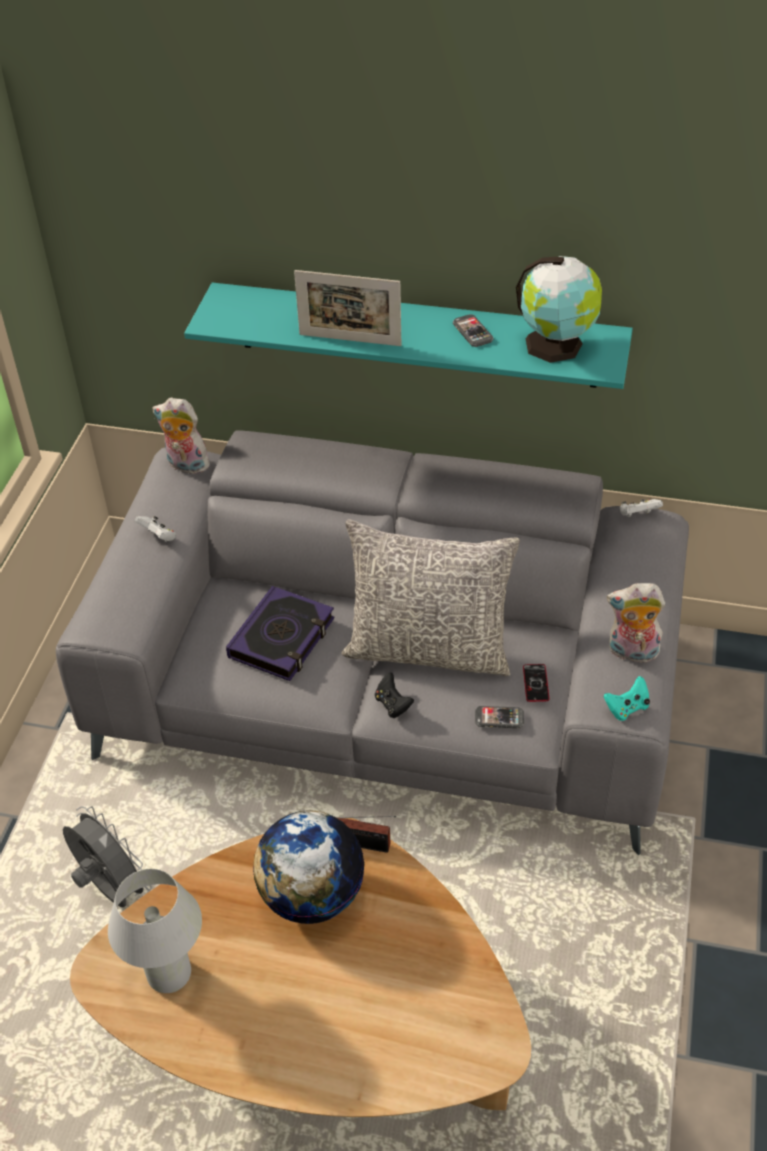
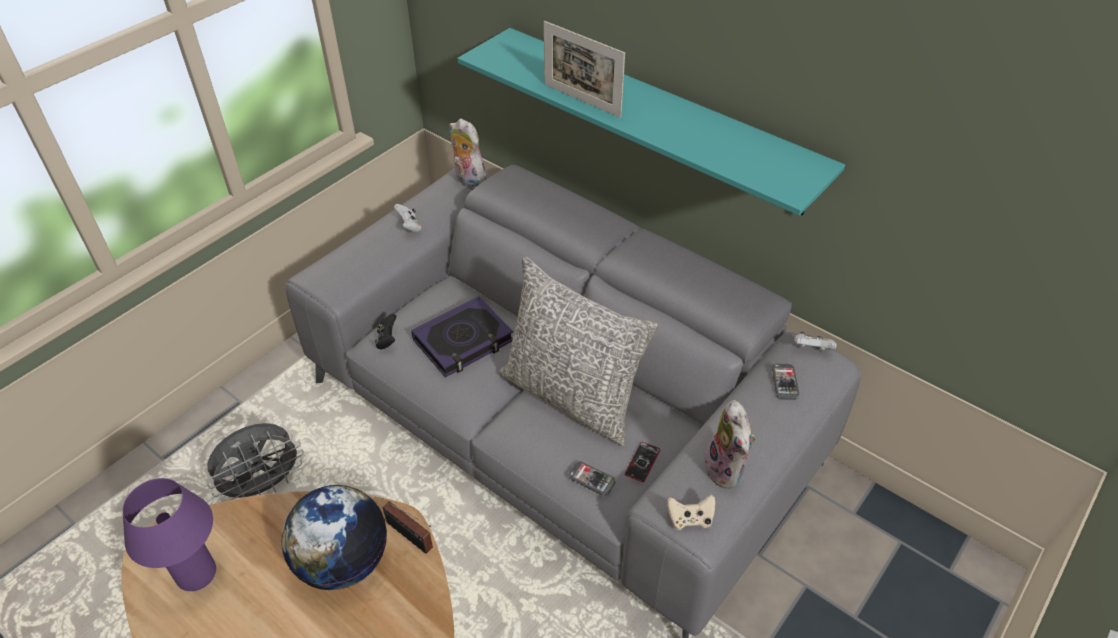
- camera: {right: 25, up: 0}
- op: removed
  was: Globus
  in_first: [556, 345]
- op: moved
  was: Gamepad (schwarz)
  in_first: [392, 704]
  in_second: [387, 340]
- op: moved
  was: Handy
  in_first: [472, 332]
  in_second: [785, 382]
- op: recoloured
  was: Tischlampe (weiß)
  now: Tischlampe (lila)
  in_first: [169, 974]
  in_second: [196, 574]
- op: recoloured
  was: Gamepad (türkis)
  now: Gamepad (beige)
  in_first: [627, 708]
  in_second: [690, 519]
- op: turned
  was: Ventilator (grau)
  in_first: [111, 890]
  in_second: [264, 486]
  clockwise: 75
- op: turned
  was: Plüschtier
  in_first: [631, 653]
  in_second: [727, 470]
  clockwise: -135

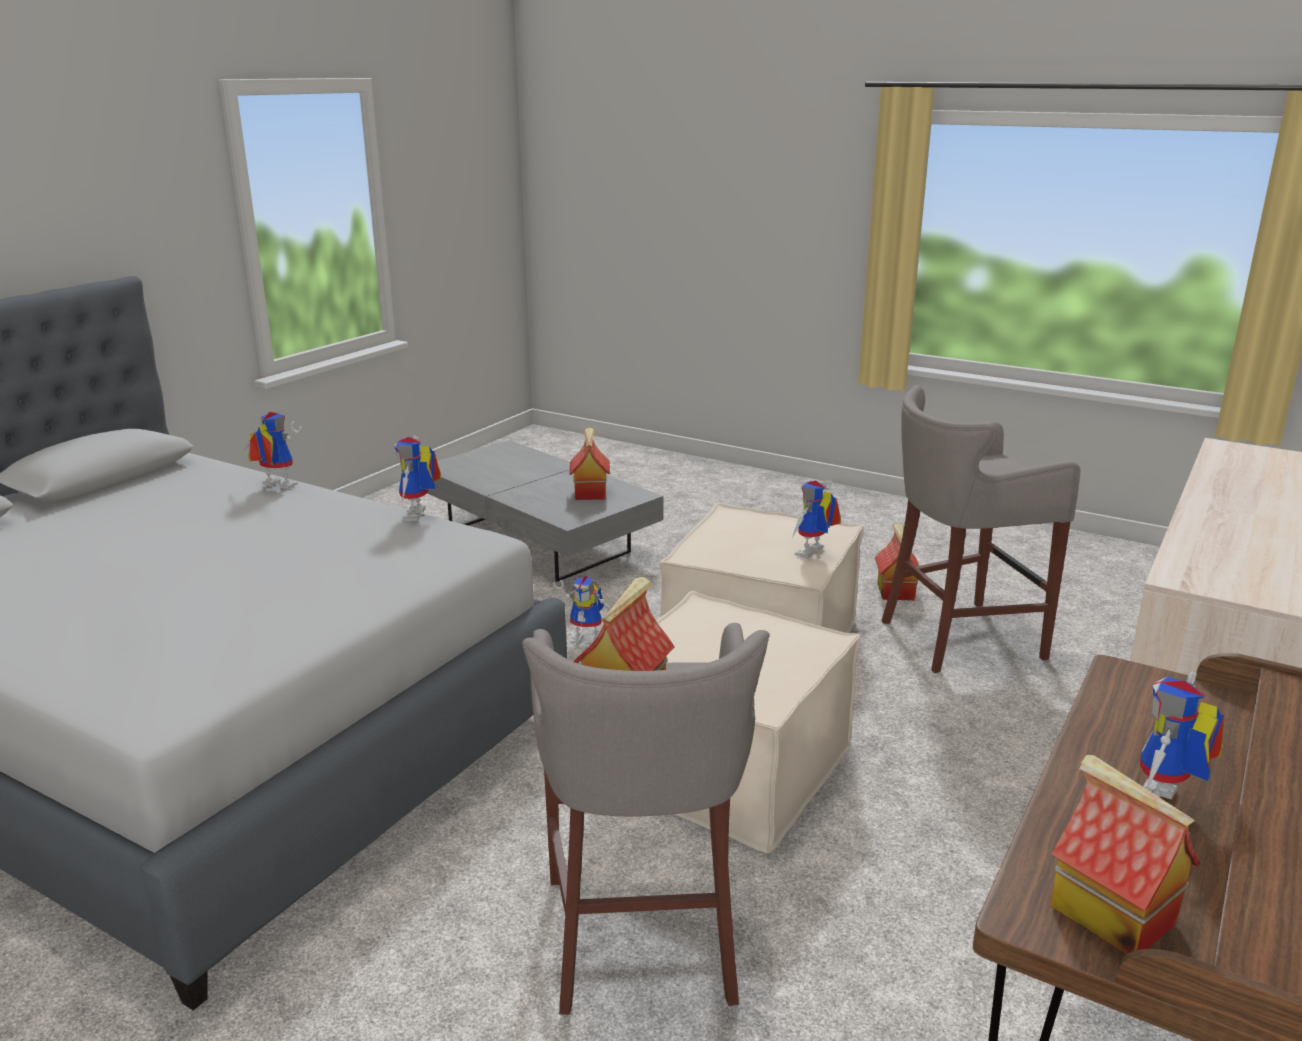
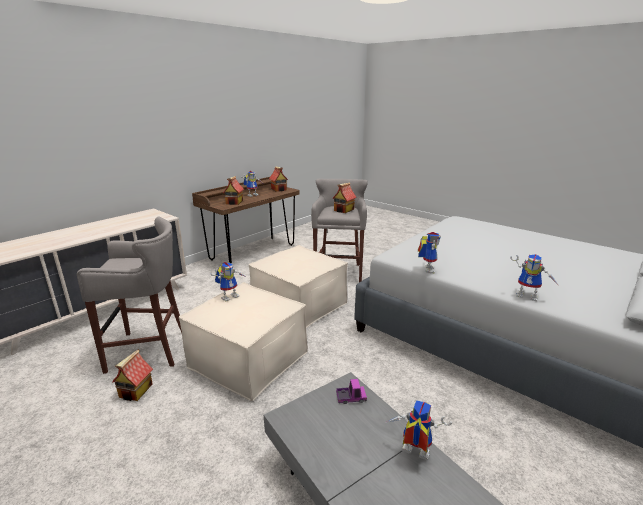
- camera: {right: -170, up: 0}
- op: added
  now: Spielzeuglaster
  in_second: [351, 398]
- op: moved
  was: Spielzeugroboter
  in_first: [590, 639]
  in_second: [412, 454]
- op: moved
  was: Spielzeughaus
  in_first: [589, 492]
  in_second: [234, 202]

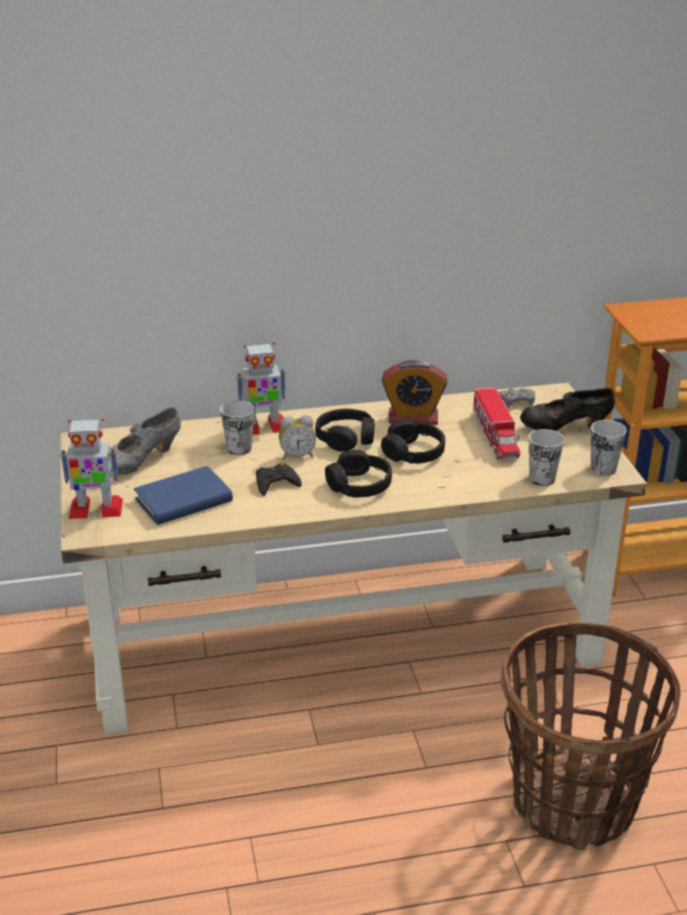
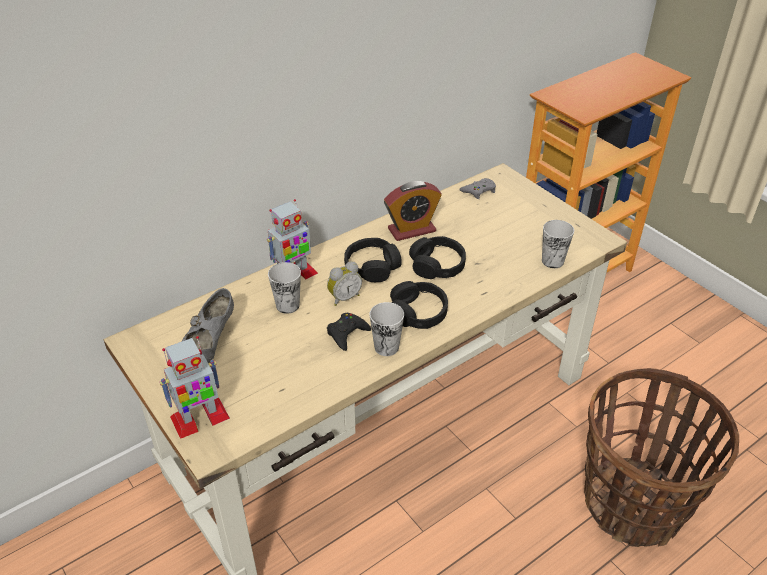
- camera: {right: -25, up: 10}
- op: removed
  was: Buch (blau)
  in_first: [183, 500]
- op: removed
  was: Spielzeuglaster
  in_first: [495, 436]
- op: removed
  was: Schuh (schwarz)
  in_first: [564, 428]
- op: moved
  was: Tasse
  in_first: [603, 469]
  in_second: [386, 347]

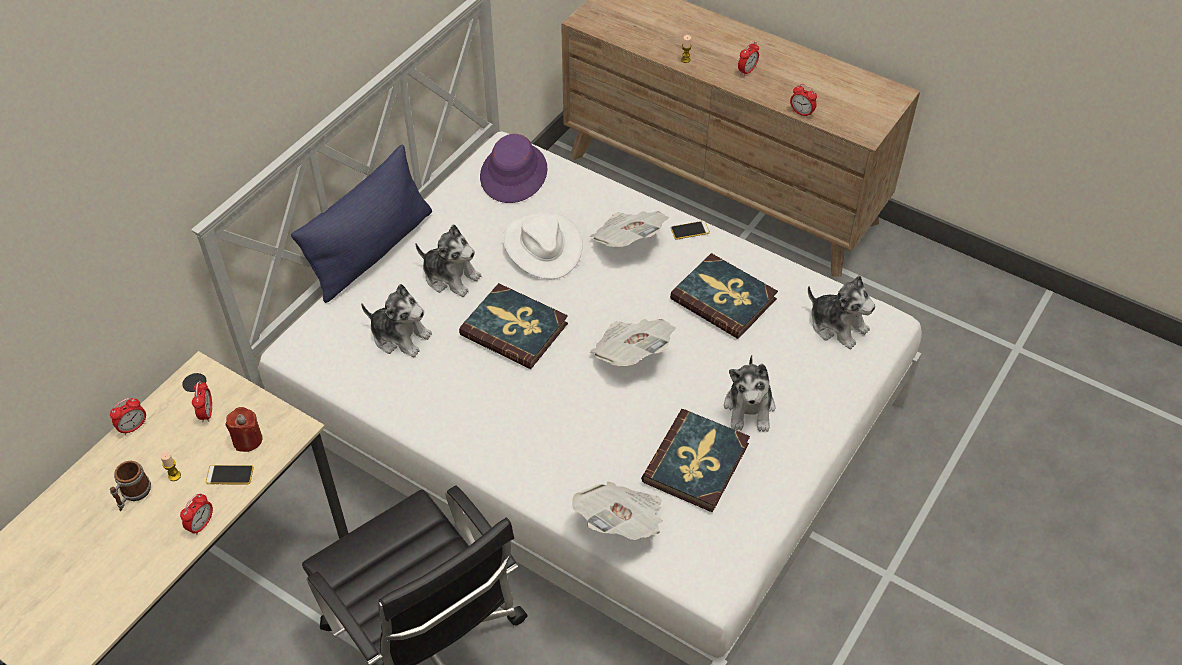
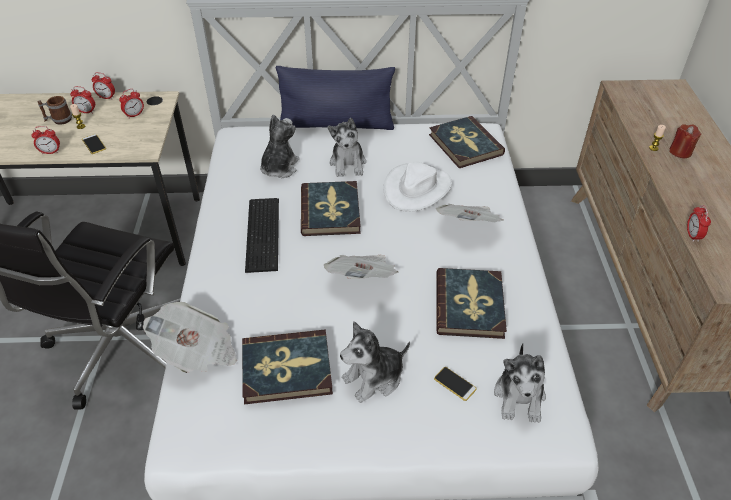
- camera: {right: 55, up: -5}
- op: added
  now: Tastatur
  in_second: [264, 233]
- op: moved
  was: Kerze (rot)
  in_first: [247, 440]
  in_second: [680, 152]
- op: moved
  was: Handy
  in_first: [690, 230]
  in_second: [455, 384]
- op: moved
  was: Wecker
  in_first: [747, 71]
  in_second: [87, 112]
- op: replaced
  was: Hut (lila)
  now: Buch
  in_first: [514, 174]
  in_second: [465, 144]
- op: turned
  was: Plüschtier
  in_first: [400, 336]
  in_second: [279, 167]
  clockwise: -150

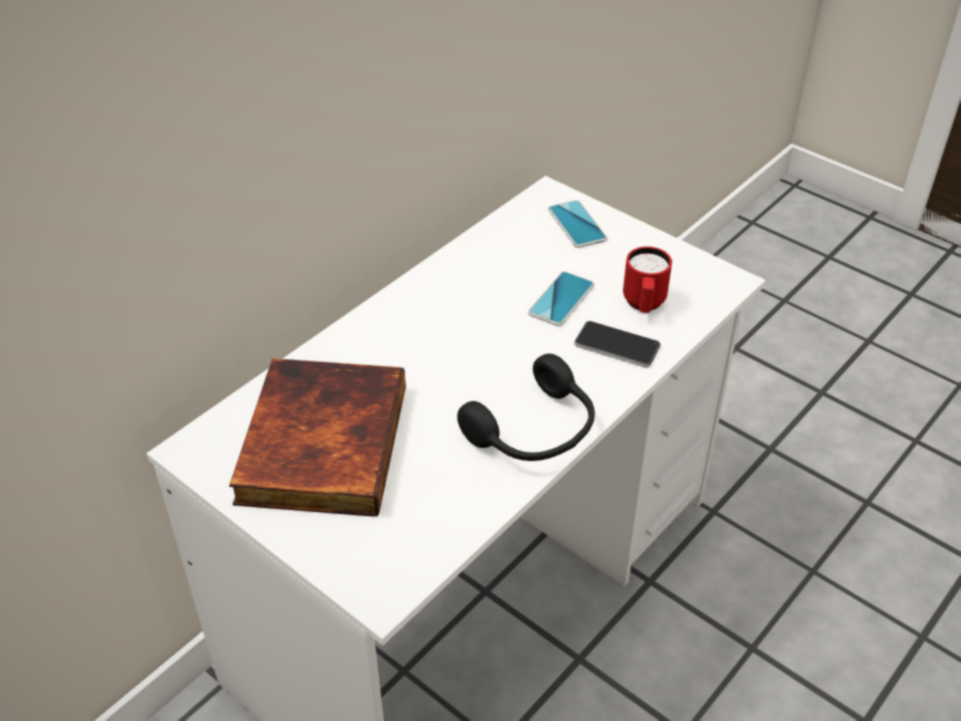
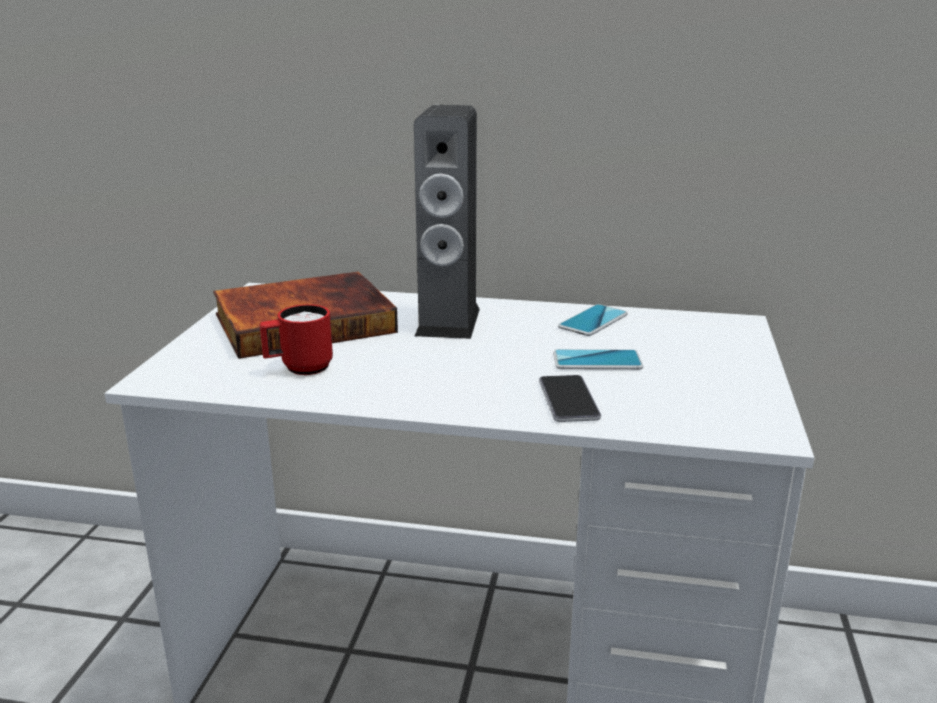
- camera: {right: 60, up: -20}
- op: removed
  was: Kopfhörer (schwarz)
  in_first: [535, 431]
- op: added
  now: Lautsprecher
  in_second: [448, 322]
- op: moved
  was: Handy
  in_first: [577, 225]
  in_second: [593, 321]
- op: moved
  was: Henkelbecher (rot)
  in_first: [644, 305]
  in_second: [299, 369]

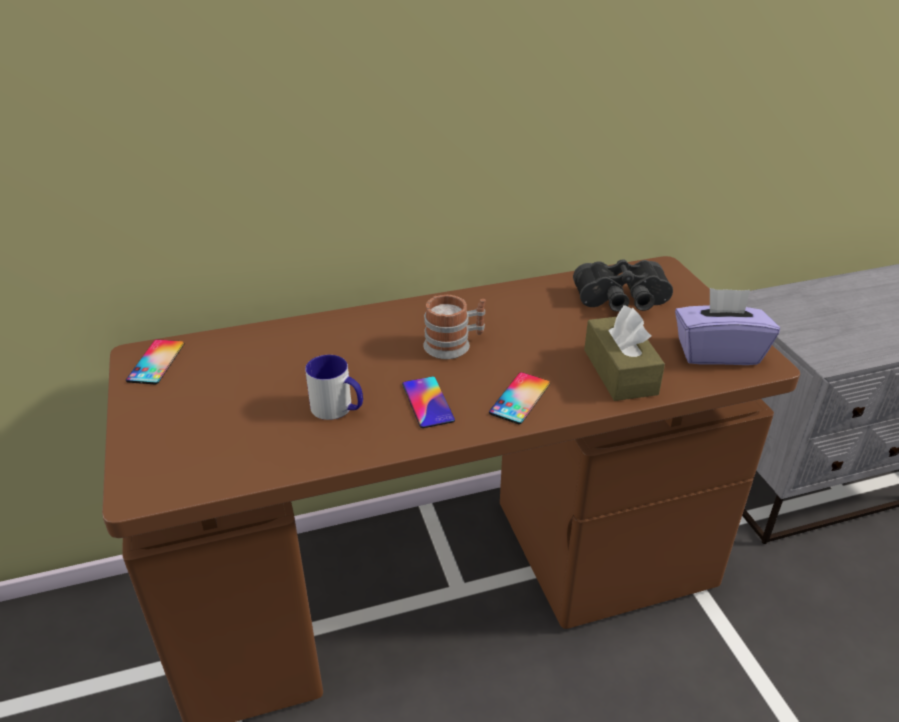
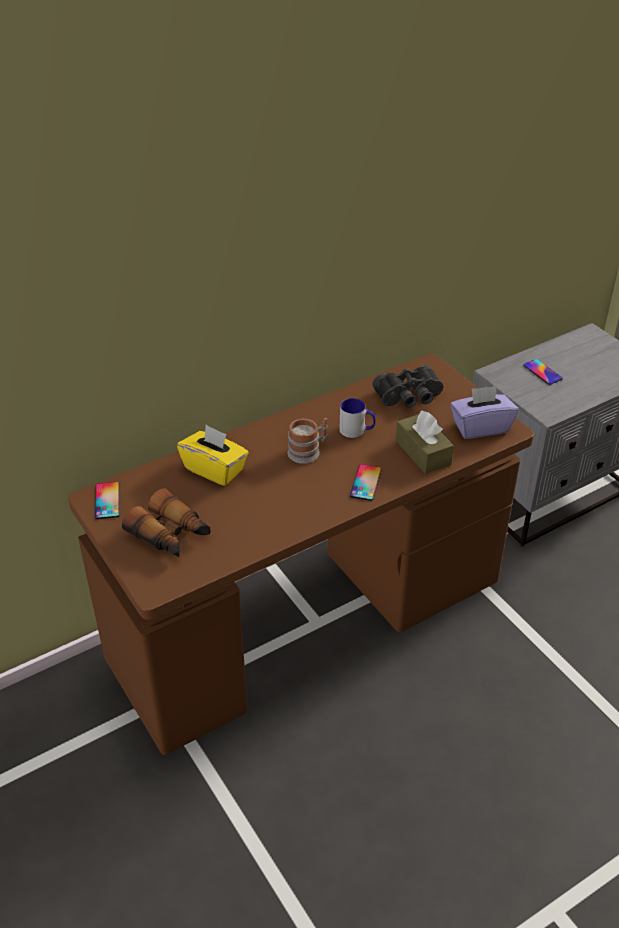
- camera: {right: -15, up: 5}
- op: added
  now: Fernglas
  in_second: [171, 535]
- op: added
  now: Taschentuchbox (gelb)
  in_second: [215, 469]
- op: moved
  was: Henkelbecher
  in_first: [338, 409]
  in_second: [357, 430]
- op: moved
  was: Handy
  in_first: [428, 402]
  in_second: [542, 372]

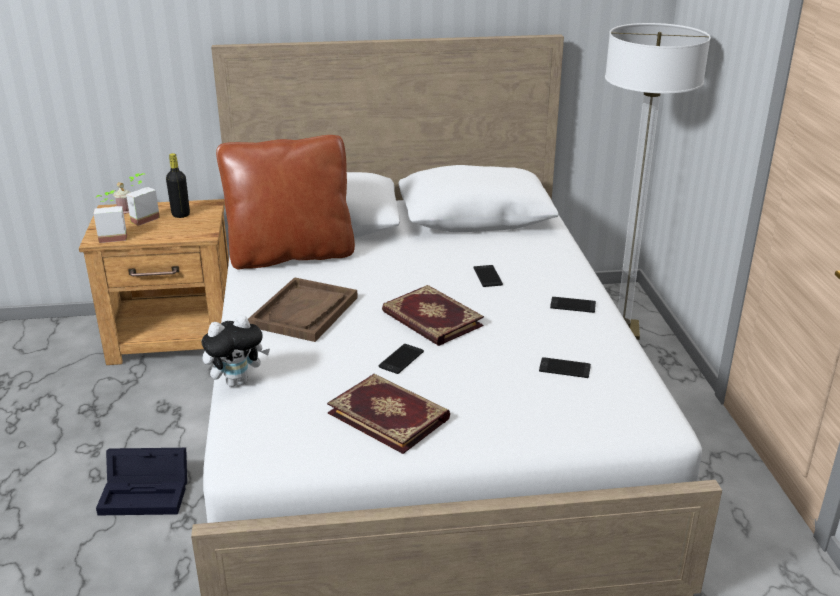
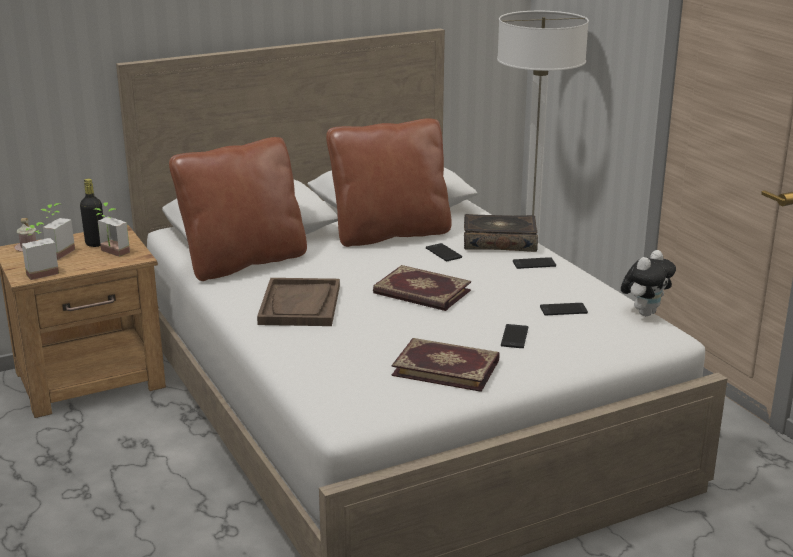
- camera: {right: -20, up: -5}
- op: removed
  was: Aufbewahrungsbox (schwarz)
  in_first: [148, 493]
- op: added
  now: Topfpflanze
  in_second: [111, 253]
- op: added
  now: Kissen (braun)
  in_second: [390, 234]
- op: added
  now: Buch
  in_second: [499, 242]
- op: moved
  was: Plüschtier
  in_first: [237, 381]
  in_second: [645, 312]
- op: moved
  was: Handy
  in_first: [401, 359]
  in_second: [514, 337]

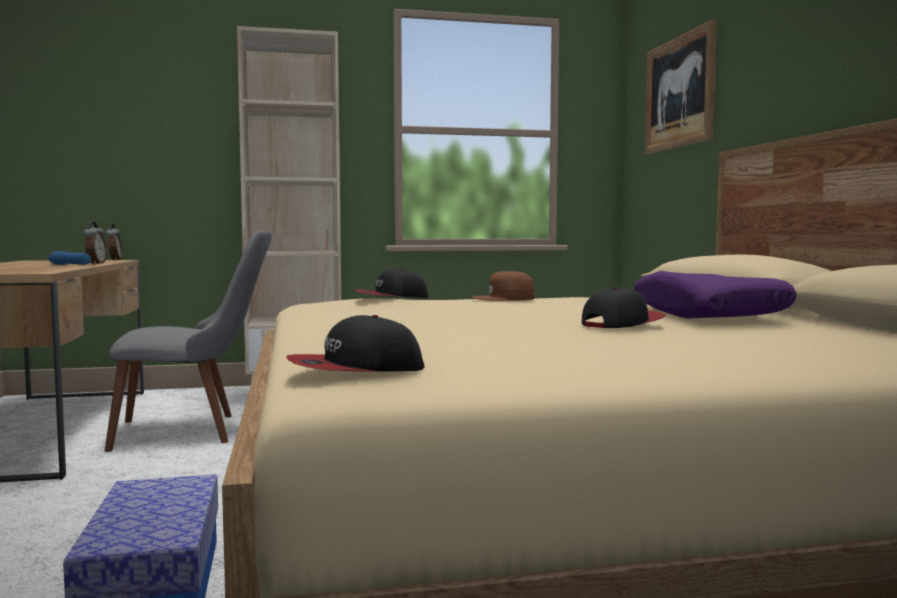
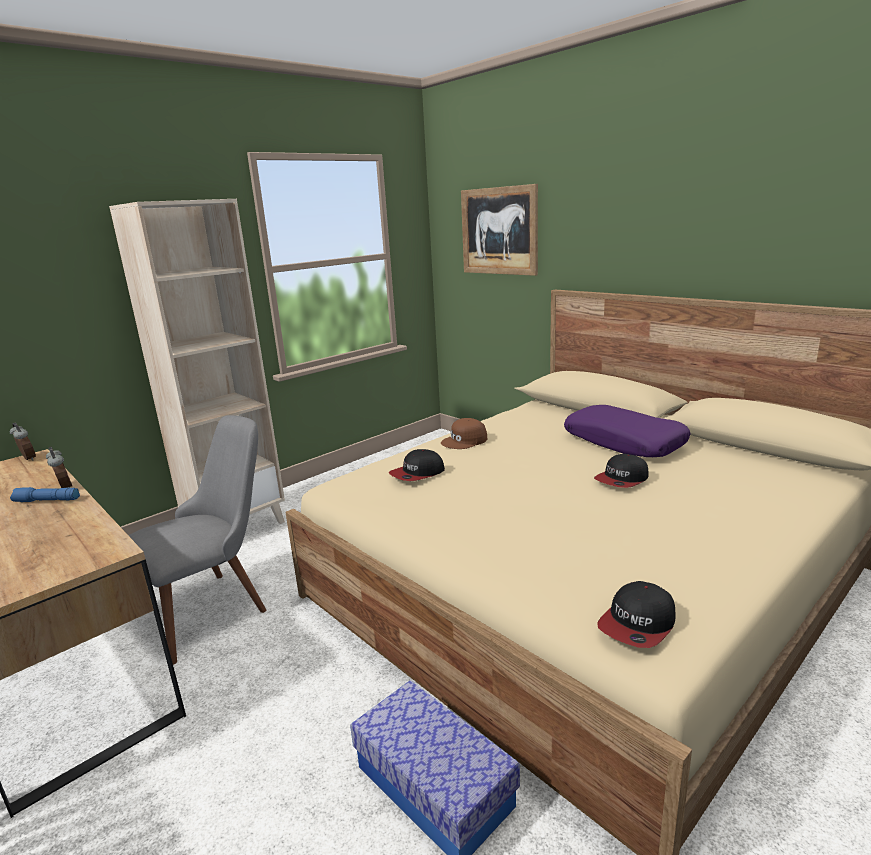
- camera: {right: -30, up: 15}
- op: turned
  was: Kappe
  in_first: [622, 323]
  in_second: [622, 479]
  clockwise: -150

